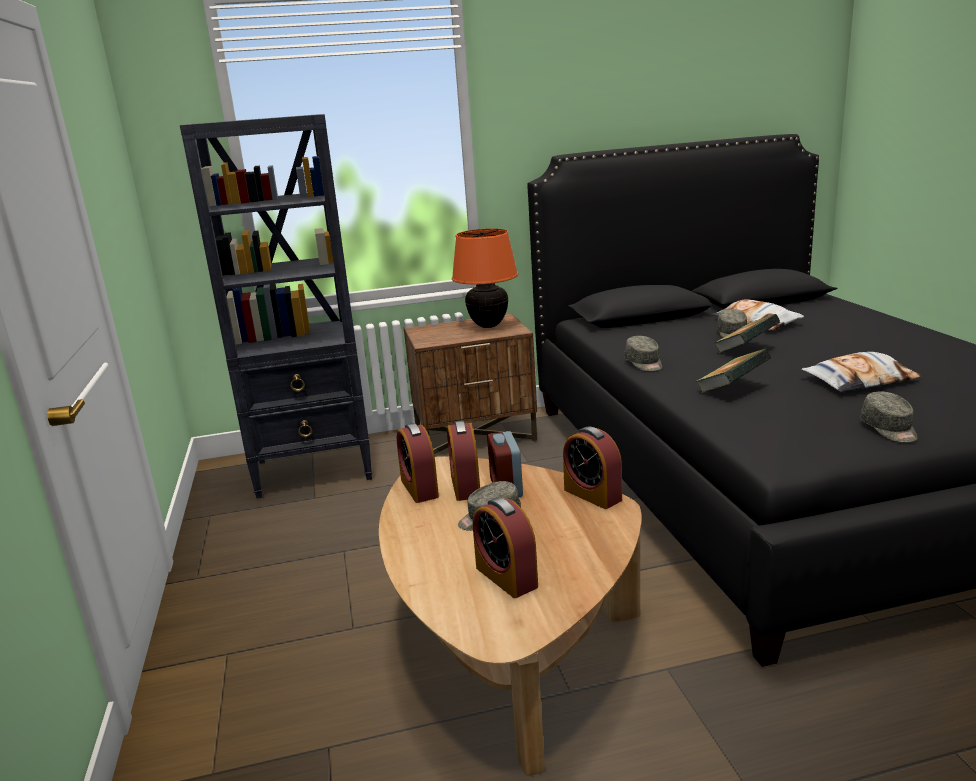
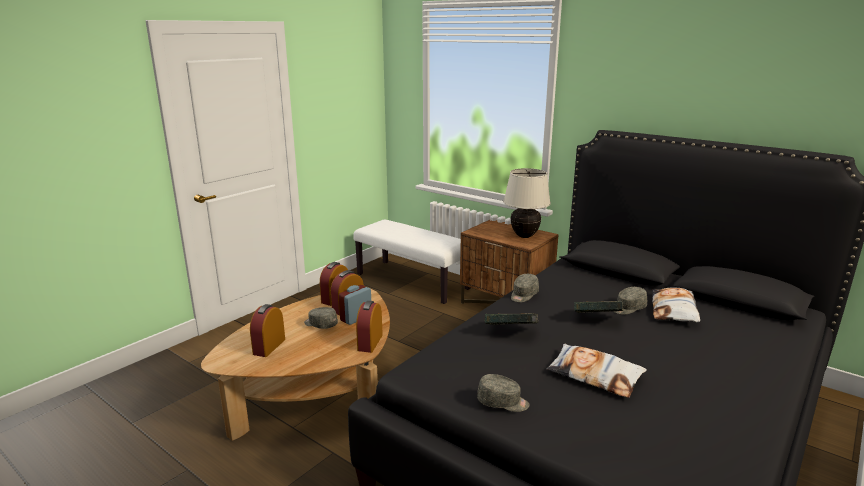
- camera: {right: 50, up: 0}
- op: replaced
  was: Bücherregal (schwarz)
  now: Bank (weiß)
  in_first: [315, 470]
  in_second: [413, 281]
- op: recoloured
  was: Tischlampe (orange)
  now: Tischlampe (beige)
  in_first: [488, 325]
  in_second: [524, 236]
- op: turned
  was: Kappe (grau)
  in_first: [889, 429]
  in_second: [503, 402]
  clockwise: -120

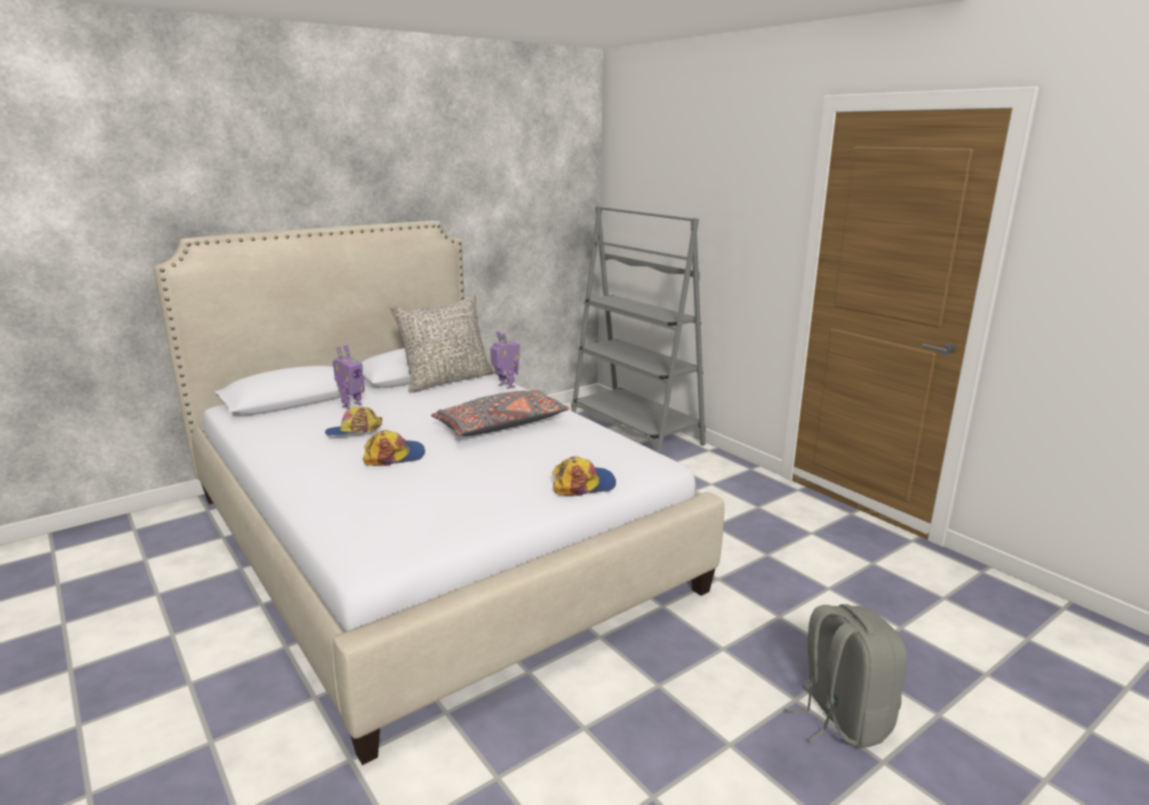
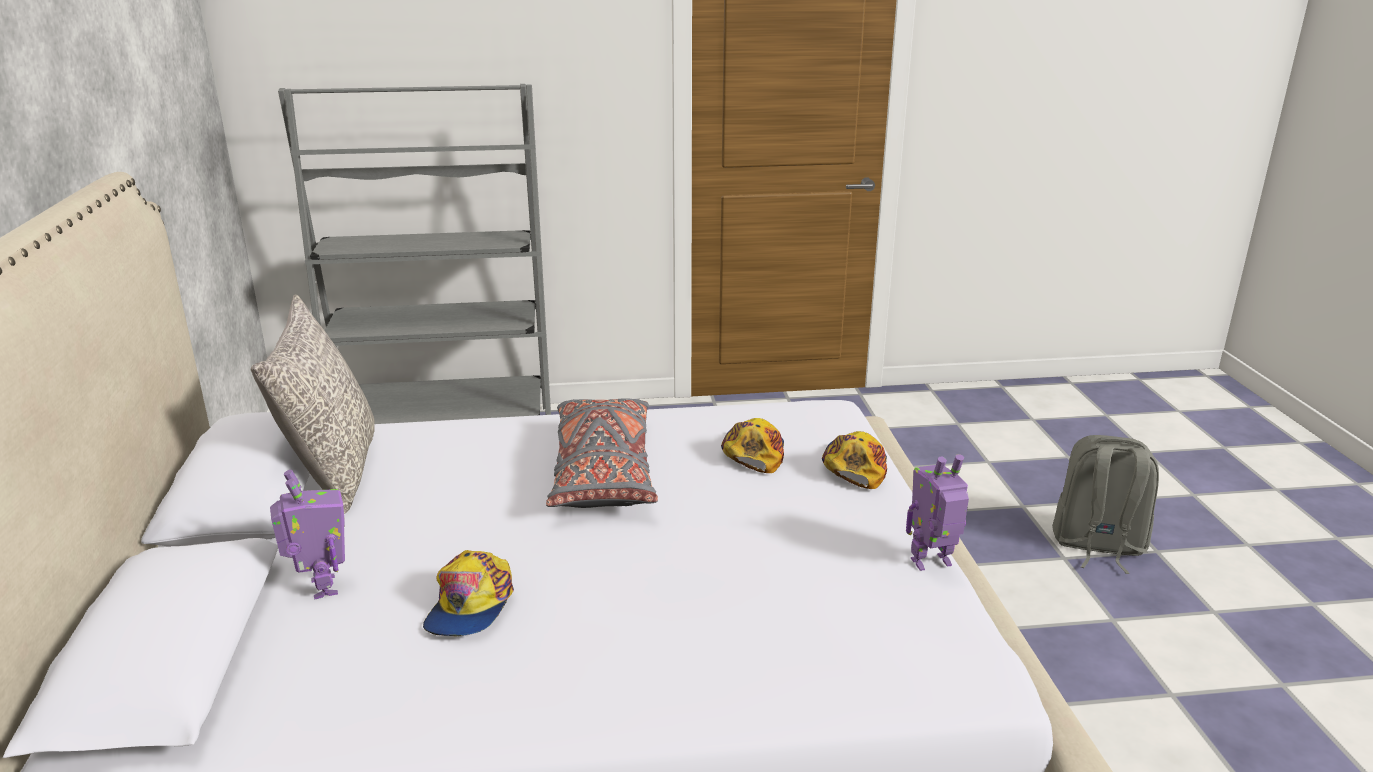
- camera: {right: -60, up: 5}
- op: moved
  was: Kappe
  in_first: [394, 456]
  in_second: [754, 452]
- op: moved
  was: Spielzeugroboter
  in_first: [506, 386]
  in_second: [932, 563]

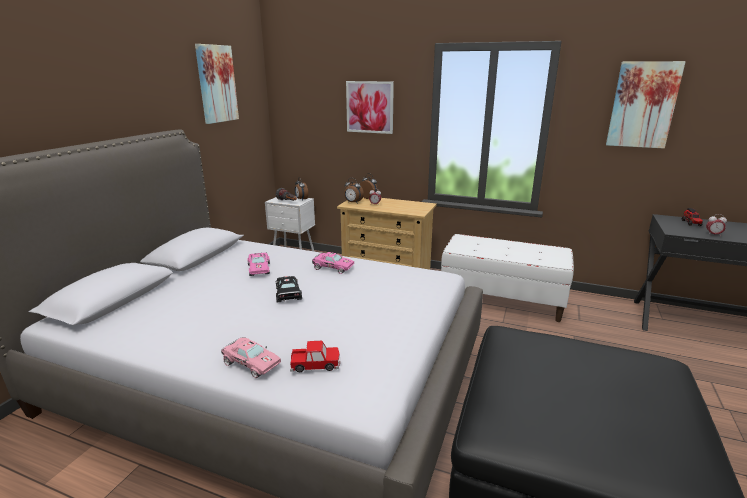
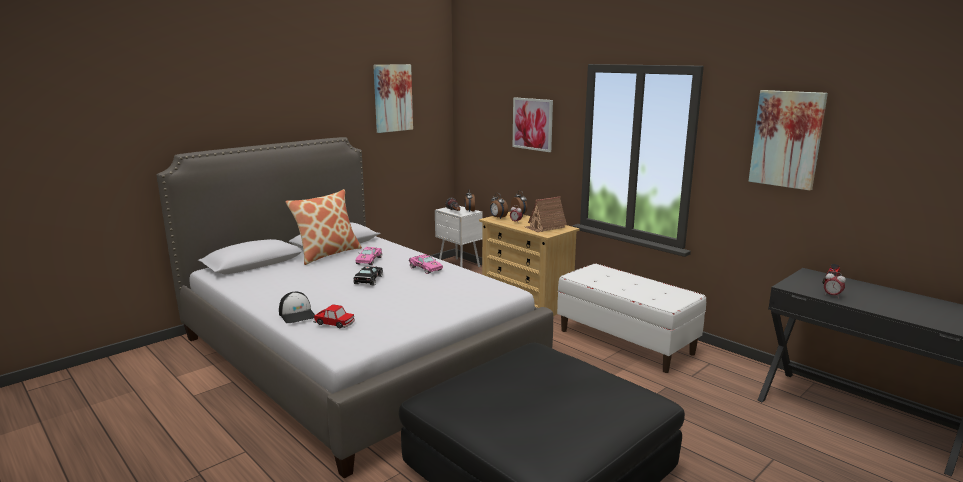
- camera: {right: 25, up: -5}
- op: added
  now: Kissen
  in_second: [327, 254]
- op: added
  now: Spielzeughaus
  in_second: [545, 227]
- op: replaced
  was: Spielzeugauto (rosa)
  now: Kappe
  in_first: [250, 363]
  in_second: [297, 314]

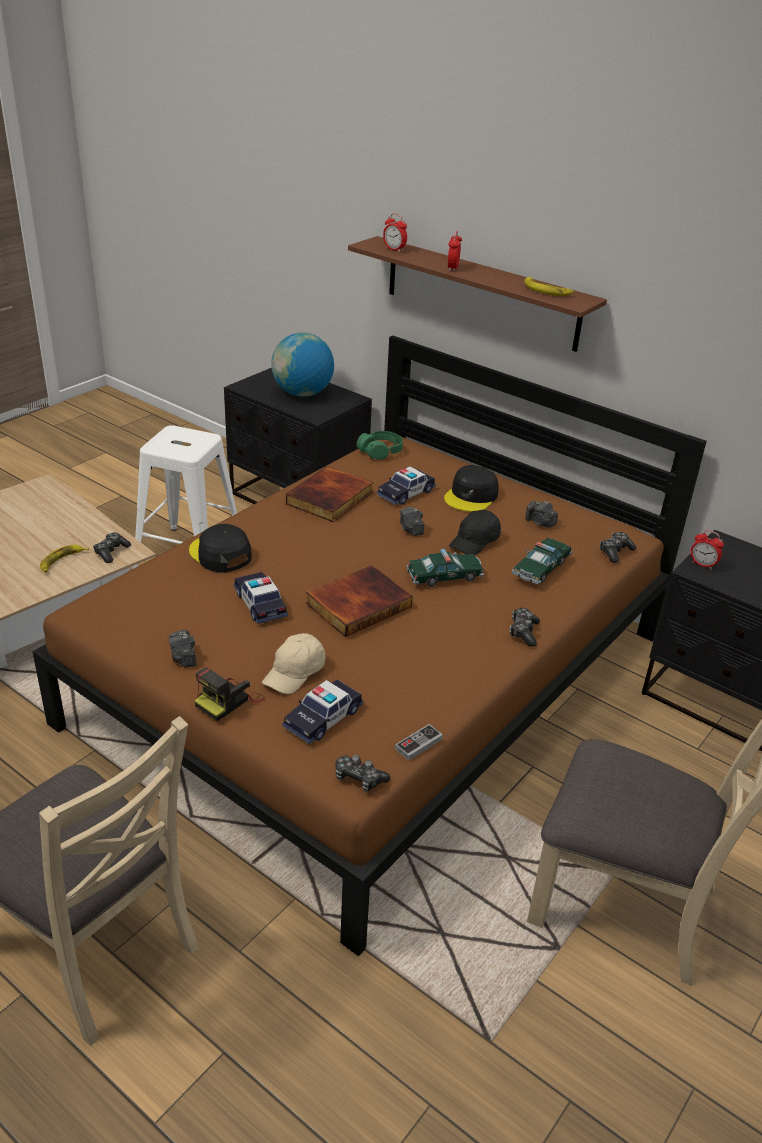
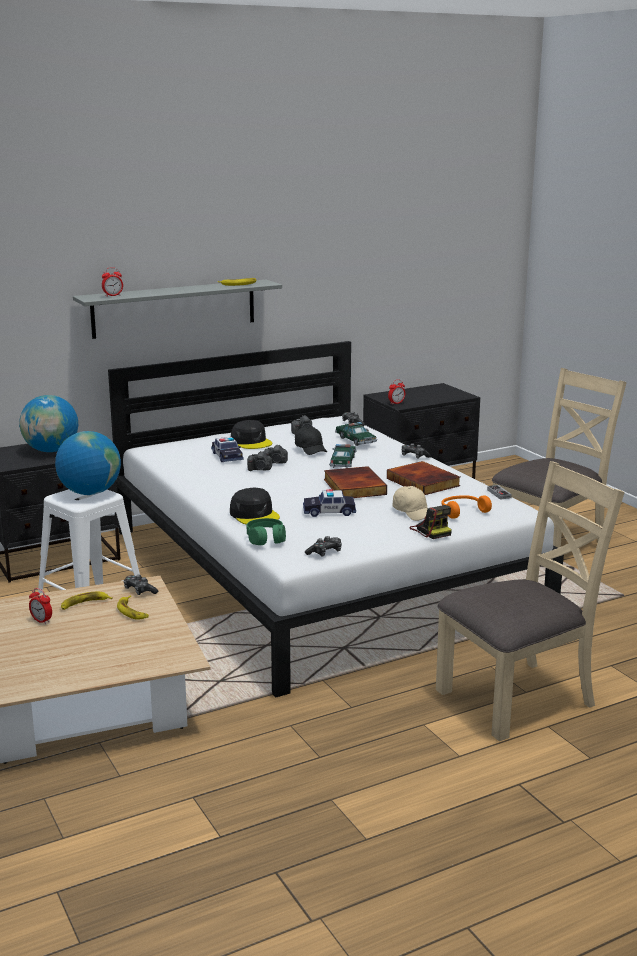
- camera: {right: -65, up: -15}
- op: added
  now: Globus
  in_second: [90, 493]
- op: added
  now: Banane
  in_second: [84, 604]
- op: moved
  was: Kamera
  in_first: [184, 658]
  in_second: [260, 469]
- op: moved
  was: Buch
  in_first: [330, 499]
  in_second: [424, 482]
- op: moved
  was: Gamepad
  in_first: [359, 778]
  in_second: [325, 553]
- op: moved
  was: Kopfhörer (grün)
  in_first: [380, 452]
  in_second: [266, 539]
- op: moved
  was: Wecker
  in_first: [453, 268]
  in_second: [41, 621]
- op: replaced
  was: Spielzeugauto
  now: Kopfhörer (orange)
  in_first: [323, 718]
  in_second: [462, 511]
- op: recoloured
  was: Bett (braun)
  now: Bett (weiß)
  in_first: [376, 678]
  in_second: [319, 570]
- op: recoloured
  was: Wandregal (braun)
  now: Wandregal (grau)
  in_first: [481, 293]
  in_second: [174, 308]
- op: turned
  was: Kappe (schwarz)
  in_first: [220, 554]
  in_second: [254, 515]
  clockwise: -105

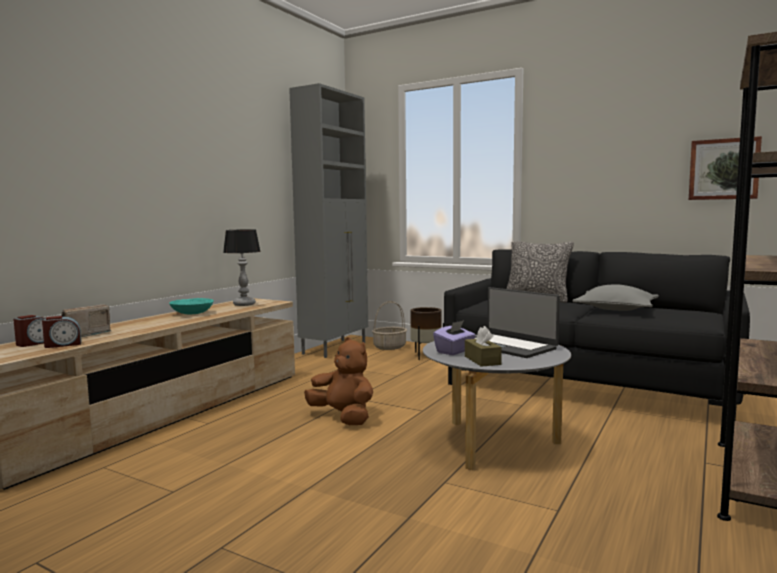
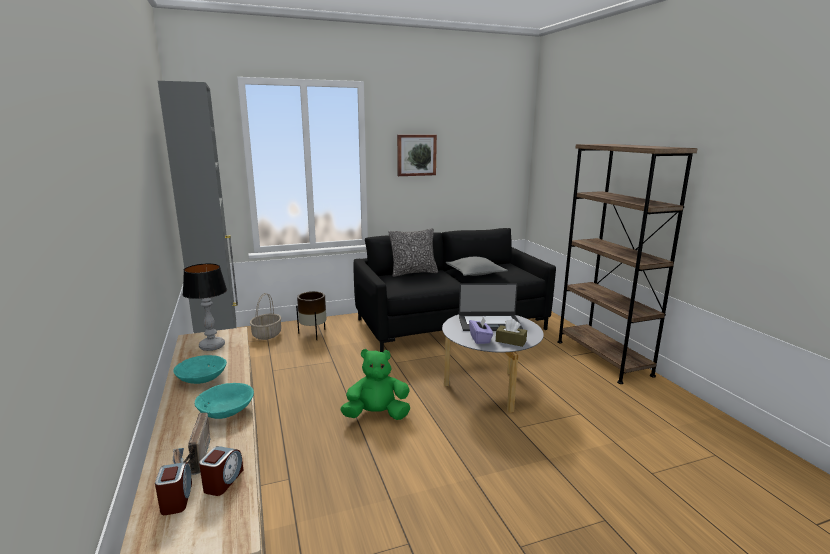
- camera: {right: -50, up: 10}
- op: added
  now: Schüssel (türkis)
  in_second: [226, 410]
- op: moved
  was: Bild
  in_first: [723, 169]
  in_second: [416, 155]
- op: recoloured
  was: Plüschtier (braun)
  now: Plüschtier (grün)
  in_first: [343, 417]
  in_second: [377, 415]

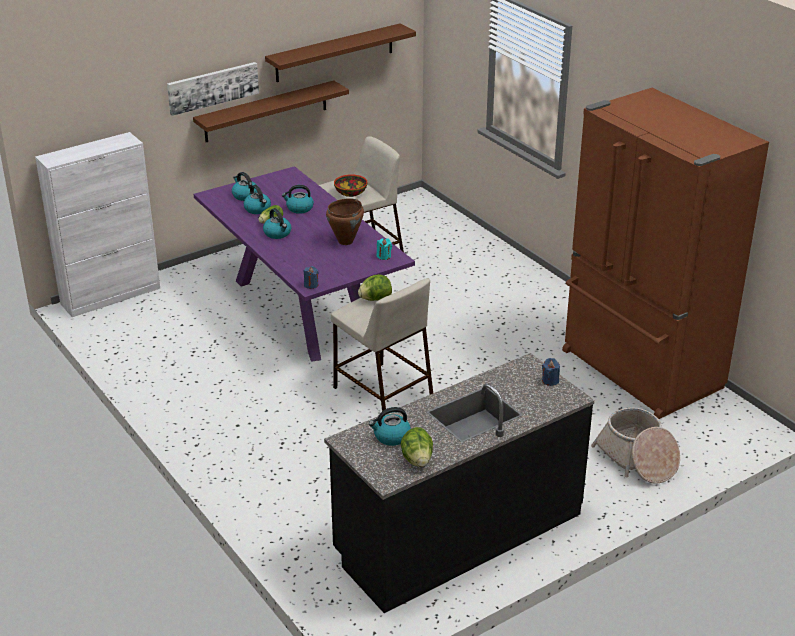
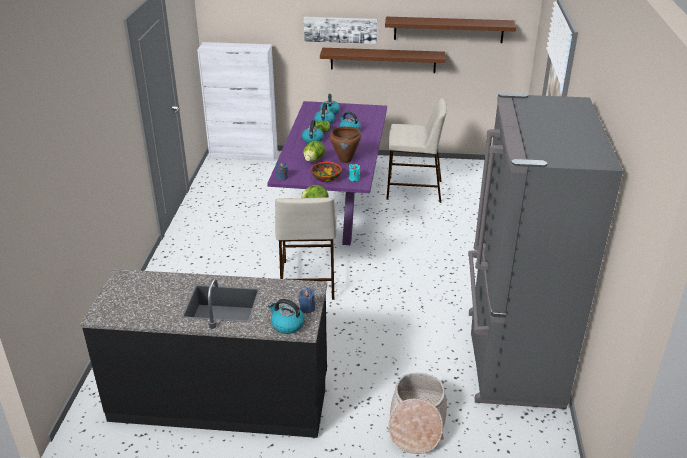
- camera: {right: 40, up: 0}
- op: moved
  was: Schüssel
  in_first: [350, 193]
  in_second: [326, 178]
- op: moved
  was: Wasserkessel
  in_first: [391, 437]
  in_second: [287, 325]
- op: moved
  was: Salatkopf
  in_first: [417, 460]
  in_second: [313, 160]
- op: recoloured
  was: Kühlschrank (braun)
  now: Kühlschrank (grau)
  in_first: [639, 370]
  in_second: [510, 357]

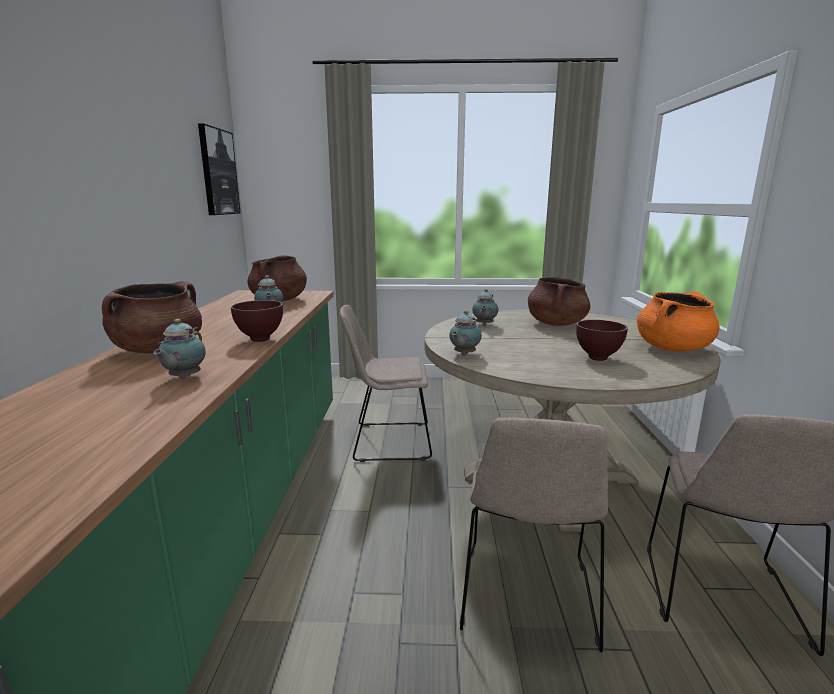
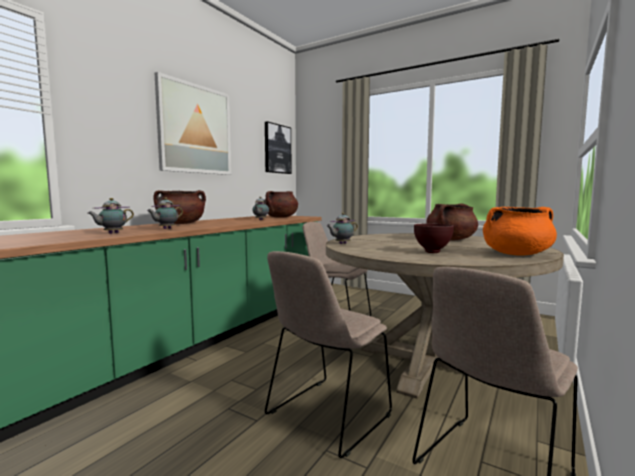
- camera: {right: 30, up: -10}
- op: removed
  was: Schüssel (braun)
  in_first: [259, 340]
- op: added
  now: Bild
  in_second: [195, 129]
- op: moved
  was: Teekanne
  in_first: [484, 325]
  in_second: [112, 233]

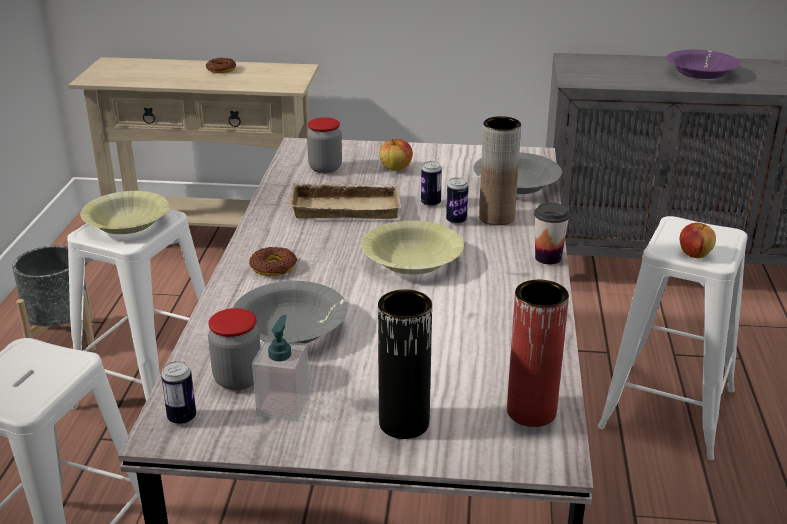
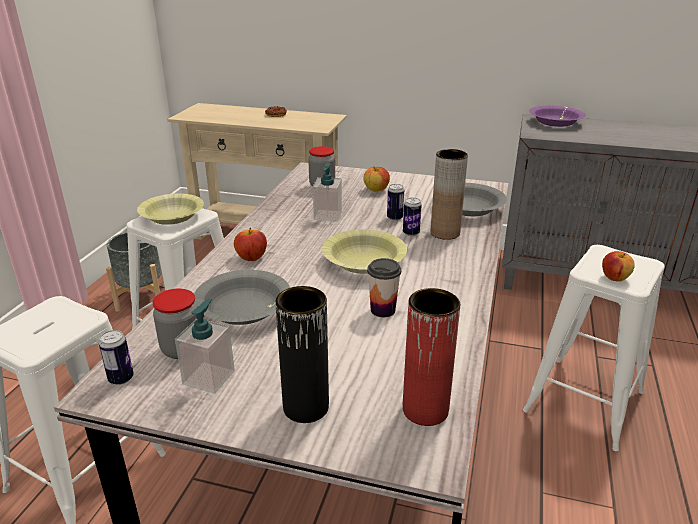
- camera: {right: 10, up: 0}
- op: moved
  was: Tasse
  in_first: [548, 258]
  in_second: [383, 310]
- op: moved
  was: Schüssel (lila)
  in_first: [701, 73]
  in_second: [555, 123]
- op: replaced
  was: Donut
  now: Apfel
  in_first: [273, 267]
  in_second: [251, 258]
- op: replaced
  was: Tablett (beige)
  now: Seifenspender
  in_first: [347, 207]
  in_second: [328, 216]

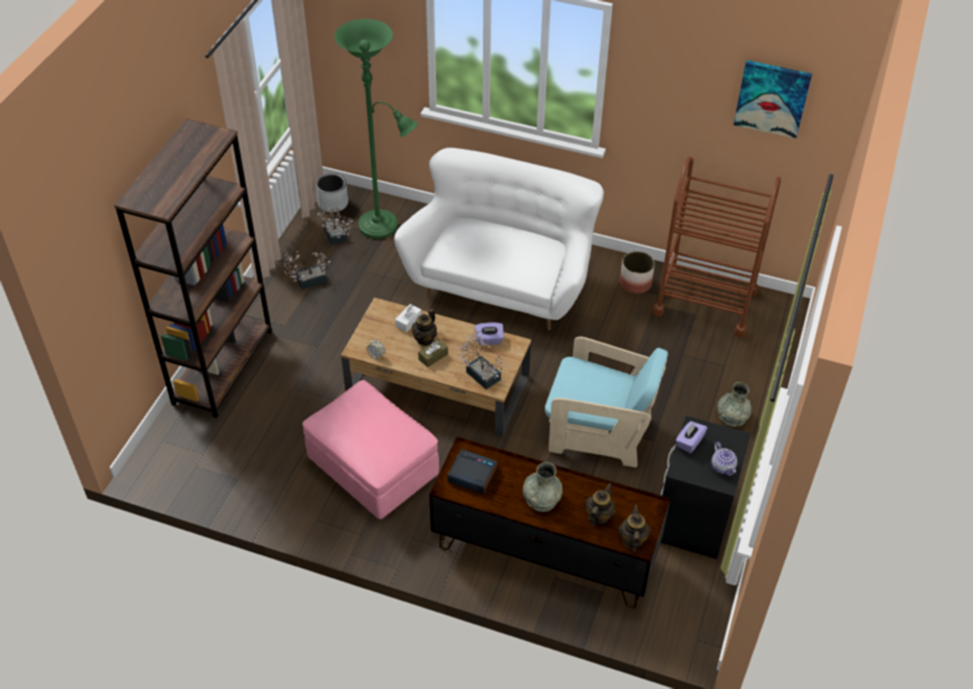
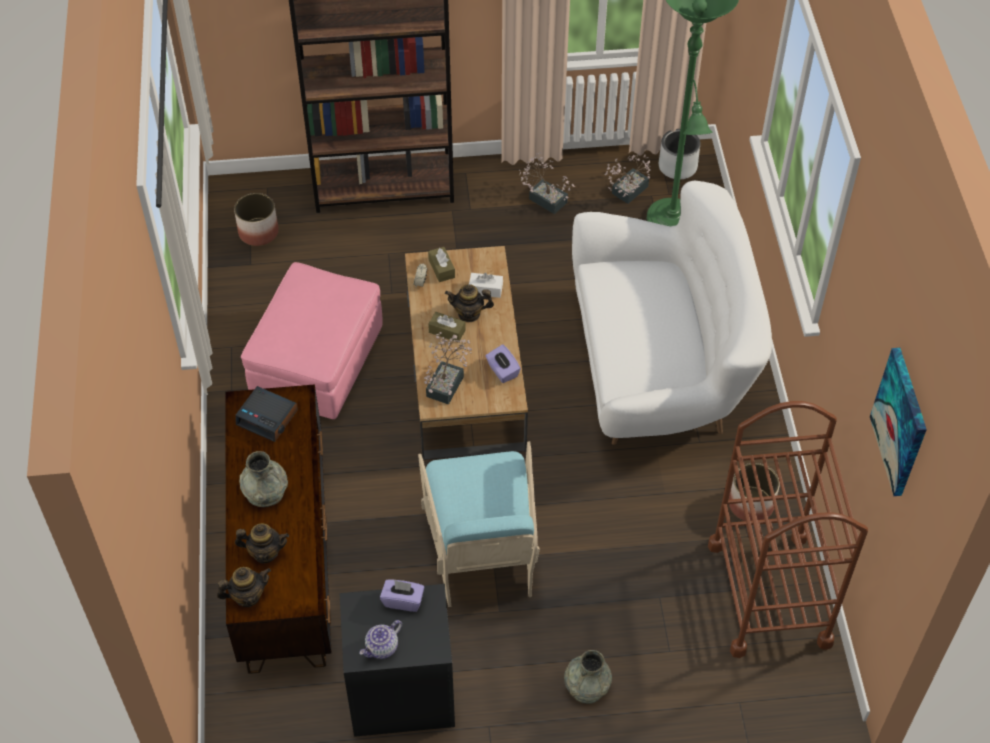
- camera: {right: 65, up: 5}
- op: added
  now: Pflanzkübel
  in_second: [259, 232]
- op: added
  now: Taschentuchbox (braun)
  in_second: [441, 269]
- op: turned
  was: Wecker
  in_first: [472, 475]
  in_second: [268, 417]
  clockwise: 120

